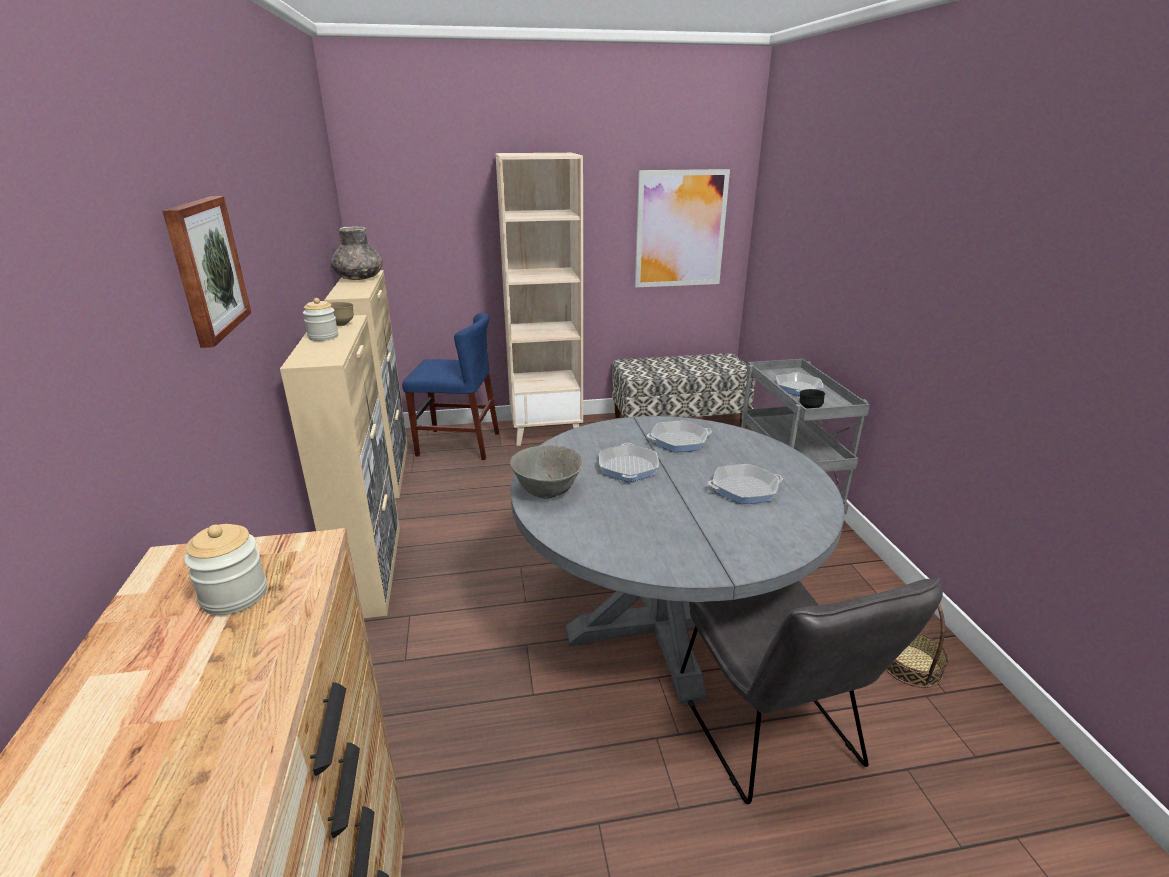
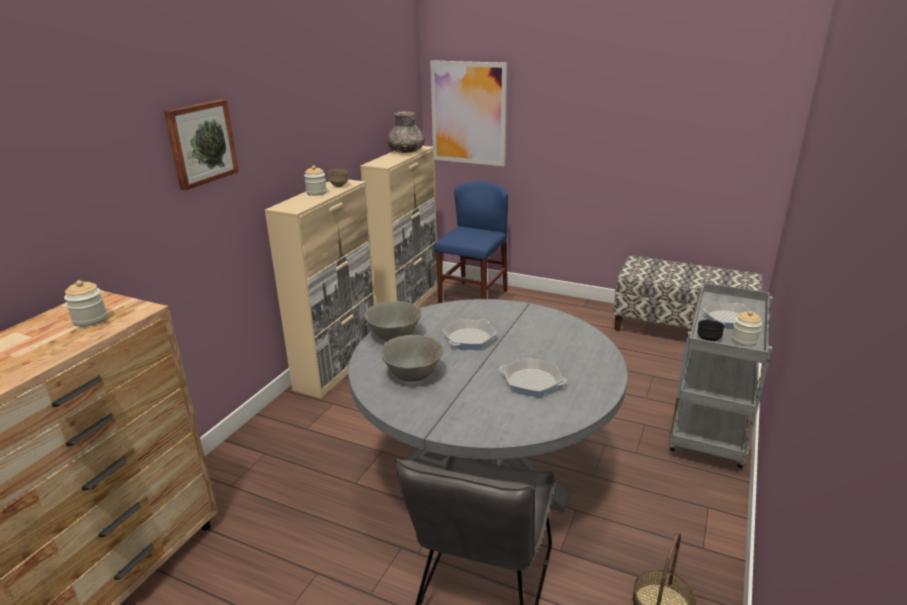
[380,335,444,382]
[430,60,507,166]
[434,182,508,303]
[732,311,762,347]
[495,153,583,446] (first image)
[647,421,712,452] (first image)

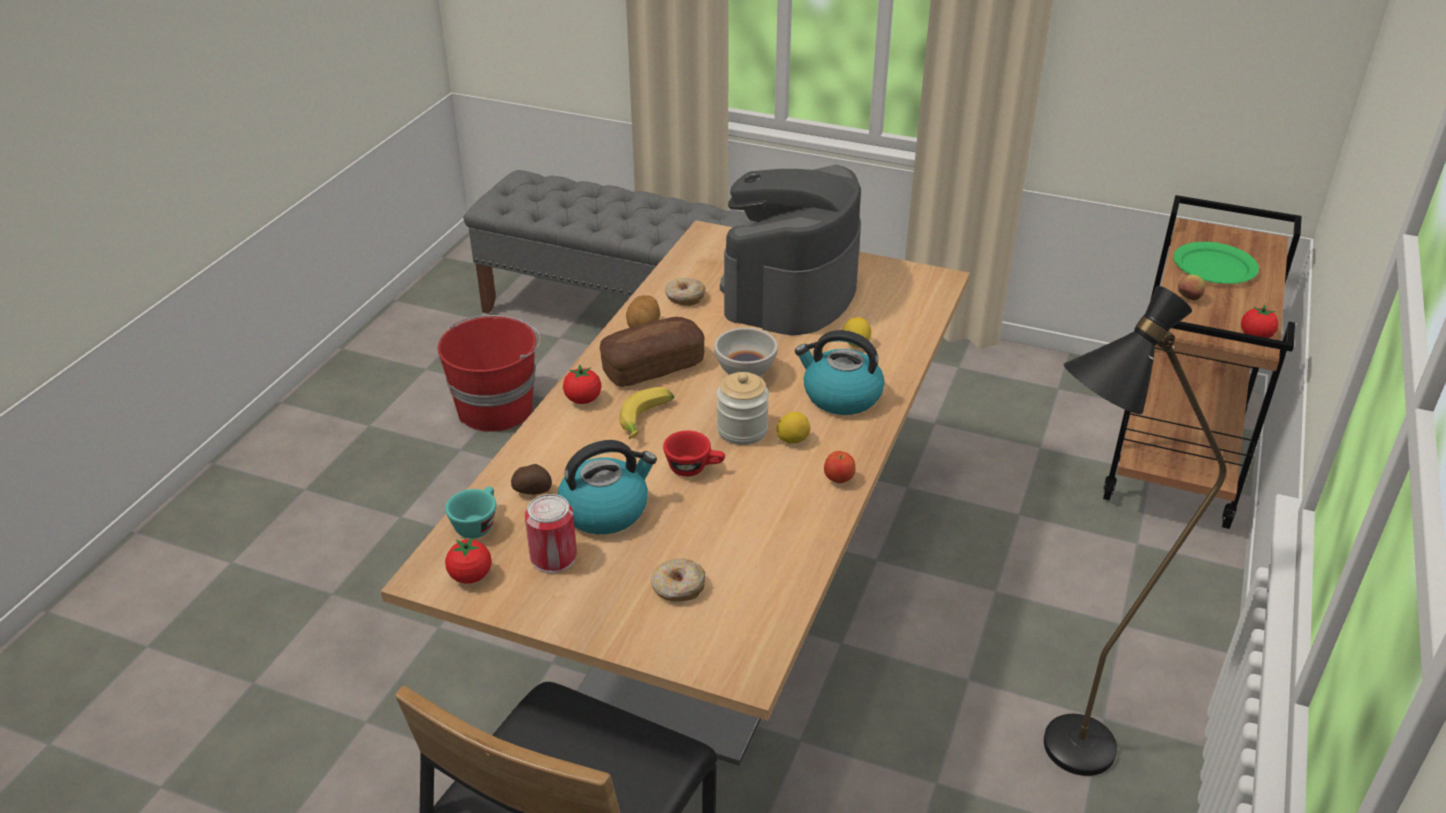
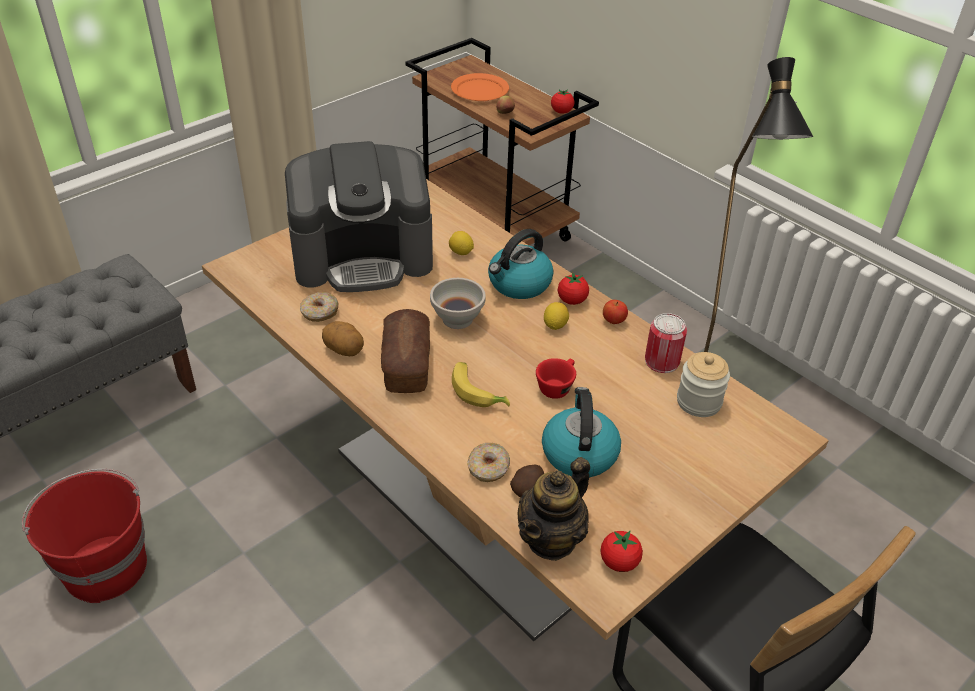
[285,141,433,292]
[451,73,509,101]
[467,443,510,482]
[518,457,590,561]
[558,272,589,305]
[645,313,687,373]
[677,352,730,417]

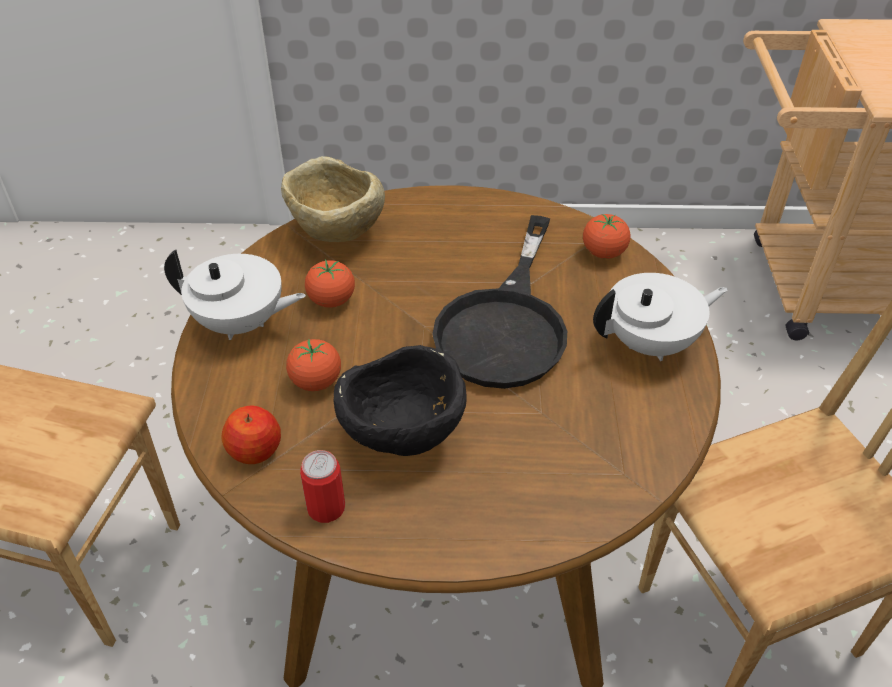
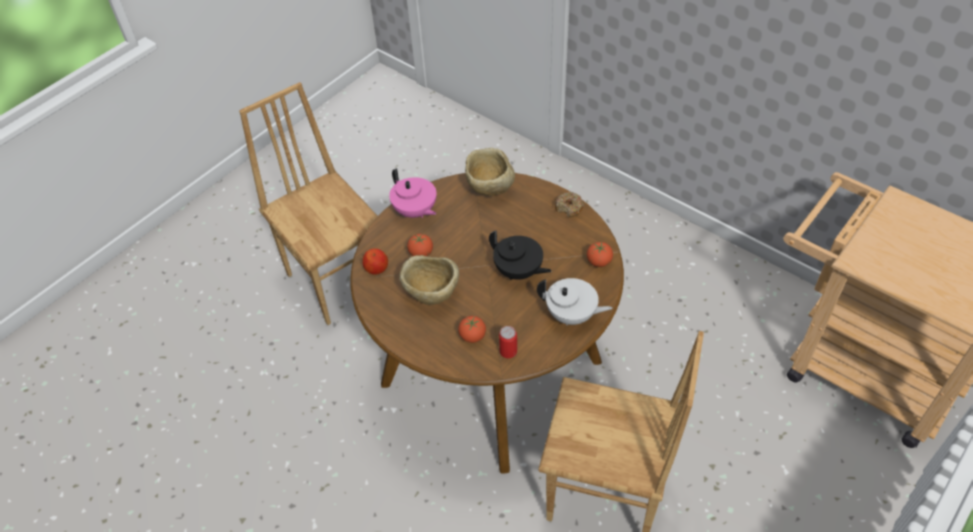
[389,168,436,218]
[399,255,459,305]
[458,316,486,343]
[489,230,552,280]
[499,326,517,358]
[555,192,584,217]

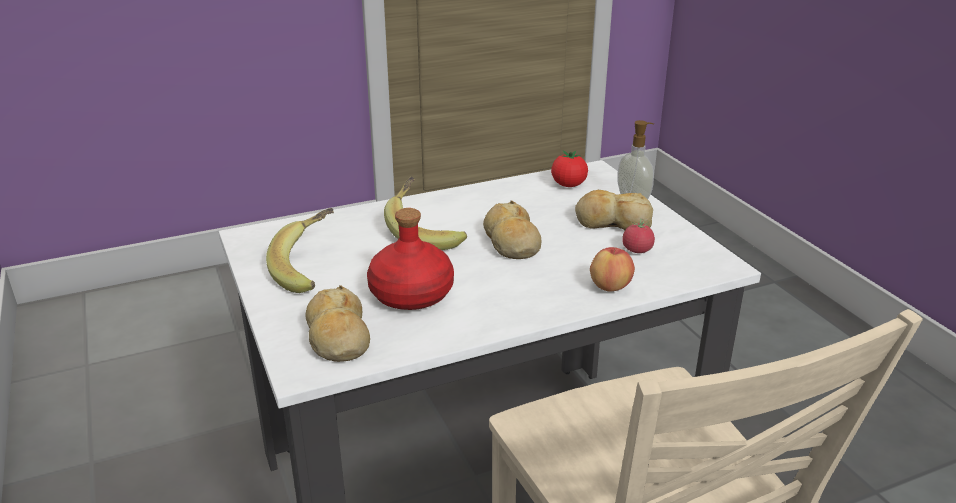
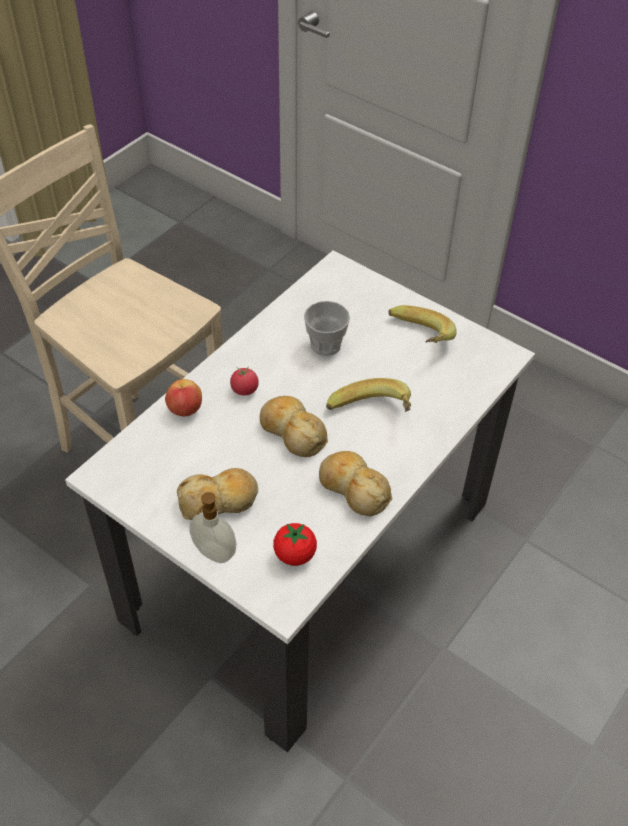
[230,367,259,395]
[304,301,350,356]
[319,451,392,516]

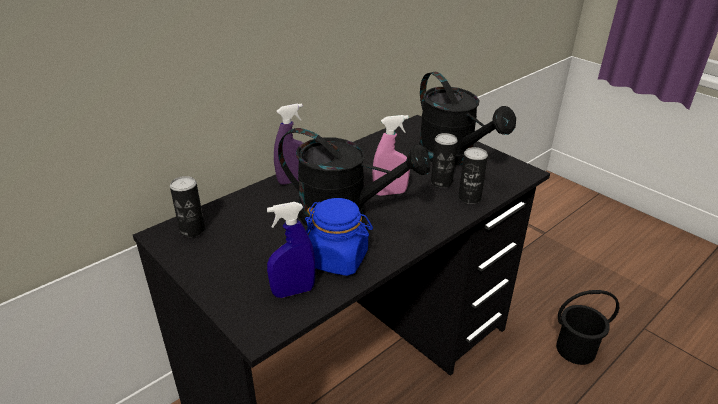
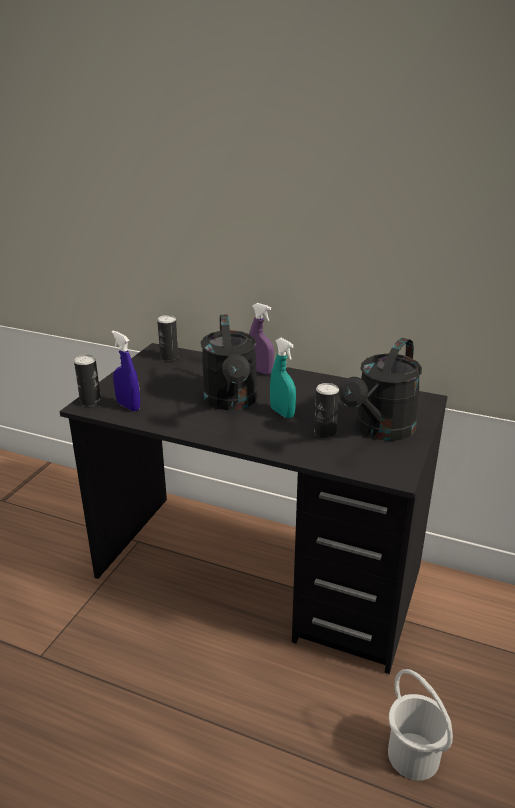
[74,355,101,406]
[270,338,296,418]
[388,669,453,781]
[305,198,373,276] (first image)

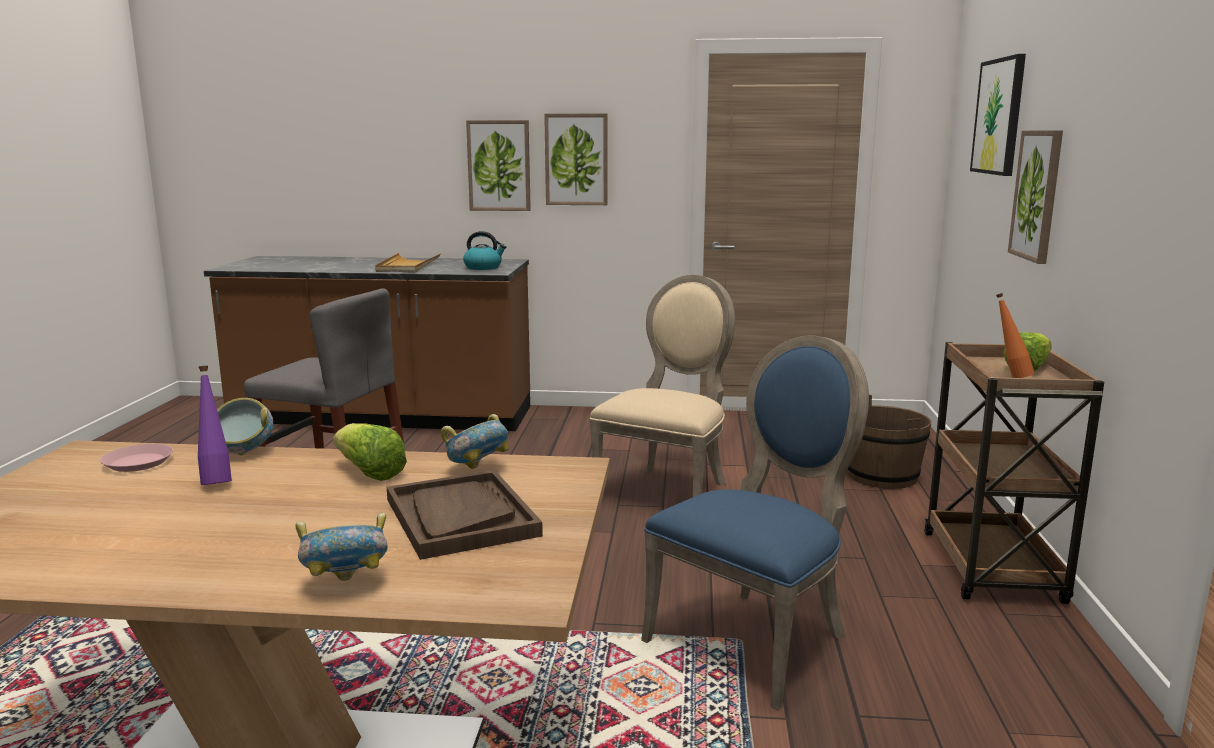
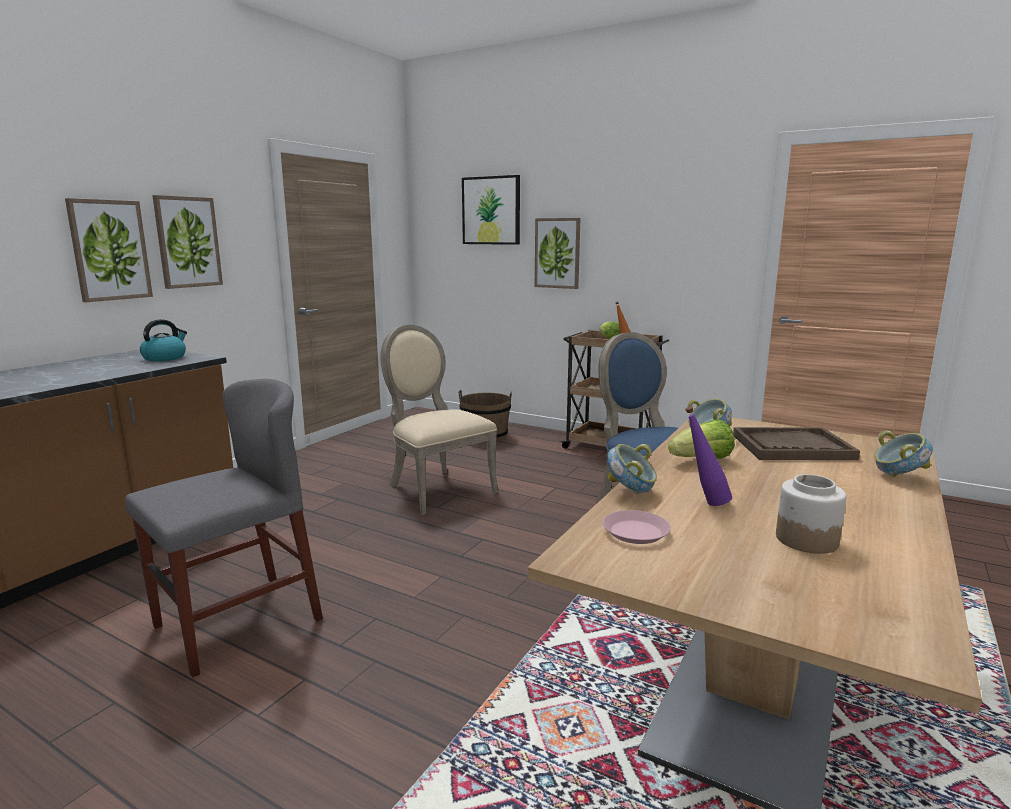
[776,474,846,554]
[375,253,441,272] (first image)

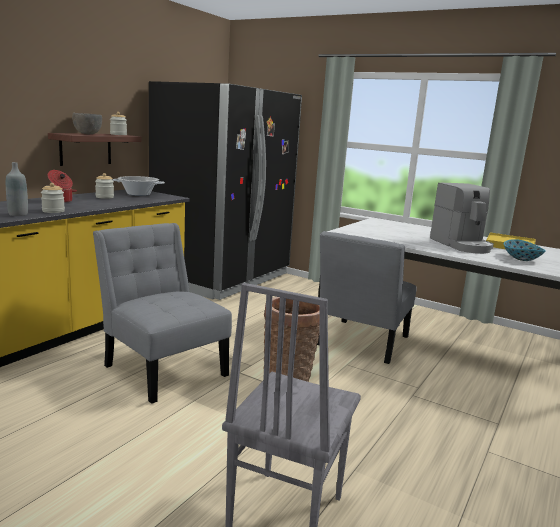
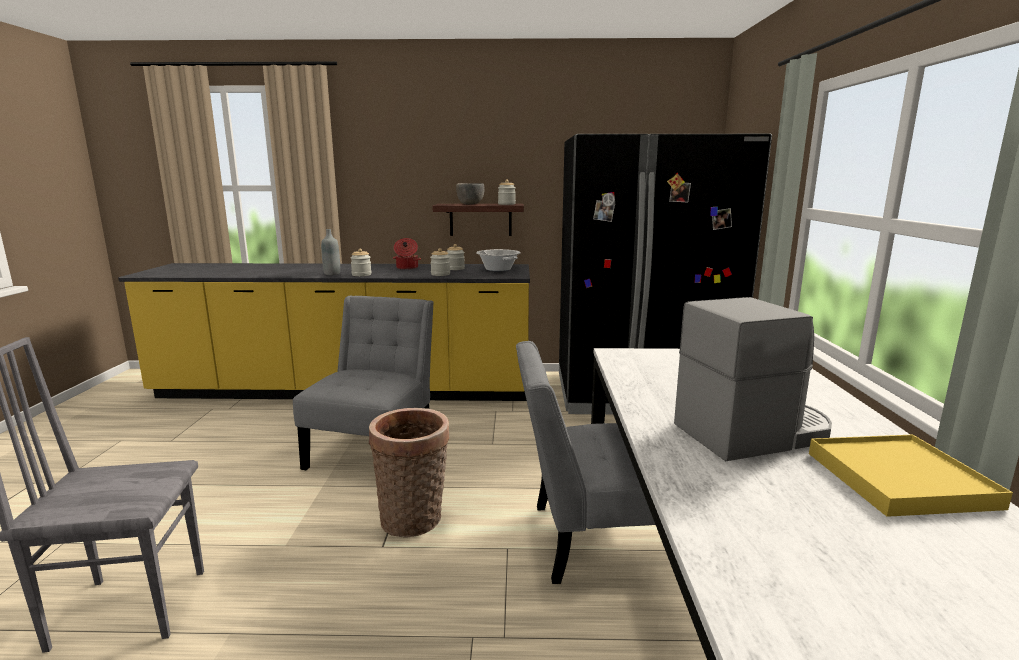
[430,248,450,276]
[674,297,832,461]
[504,239,546,261] (first image)

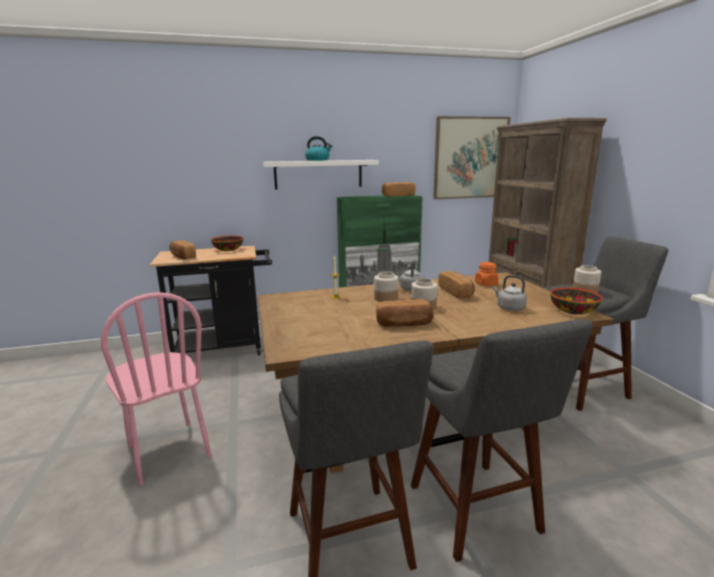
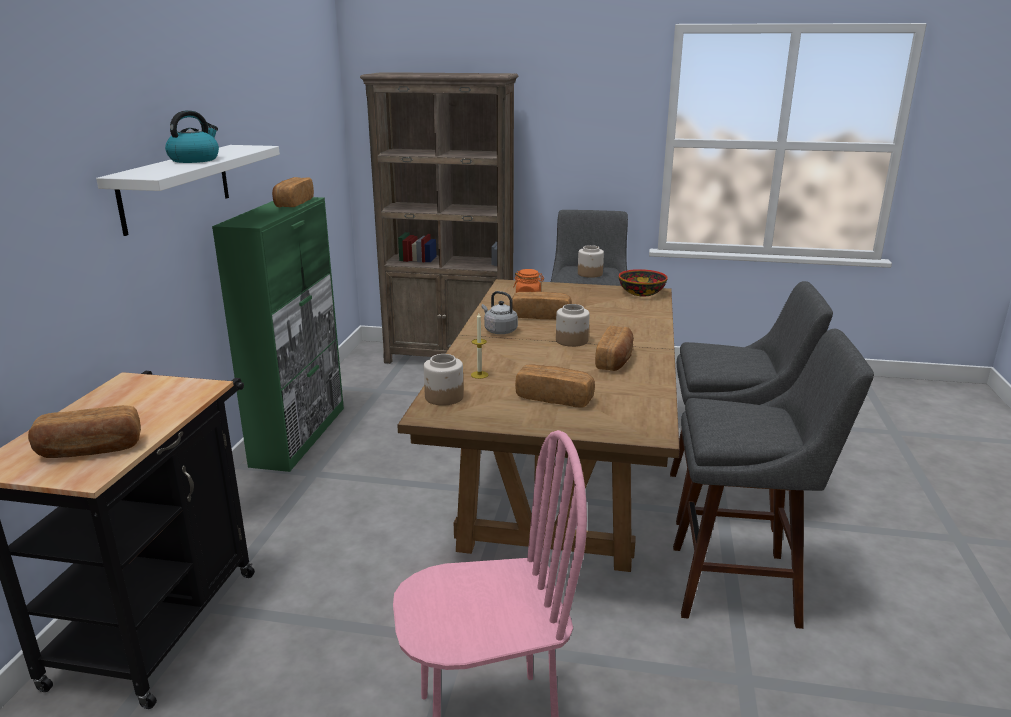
[424,354,464,405]
[515,364,595,407]
[211,236,243,251] (first image)
[433,116,511,199] (first image)
[493,275,527,311] (first image)

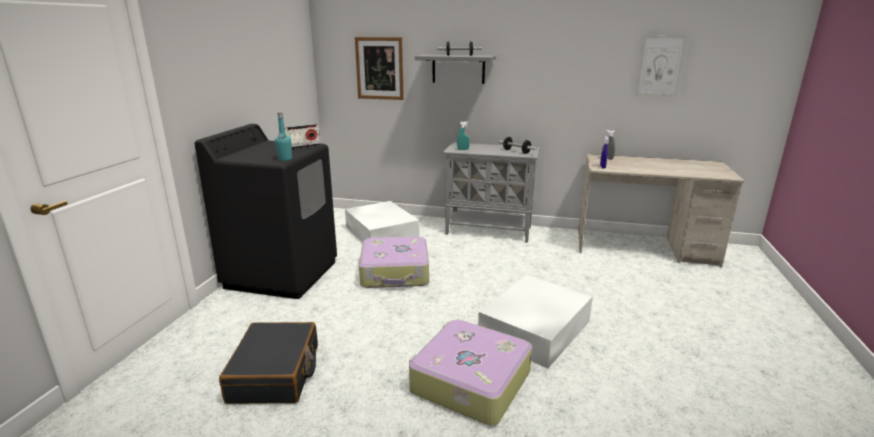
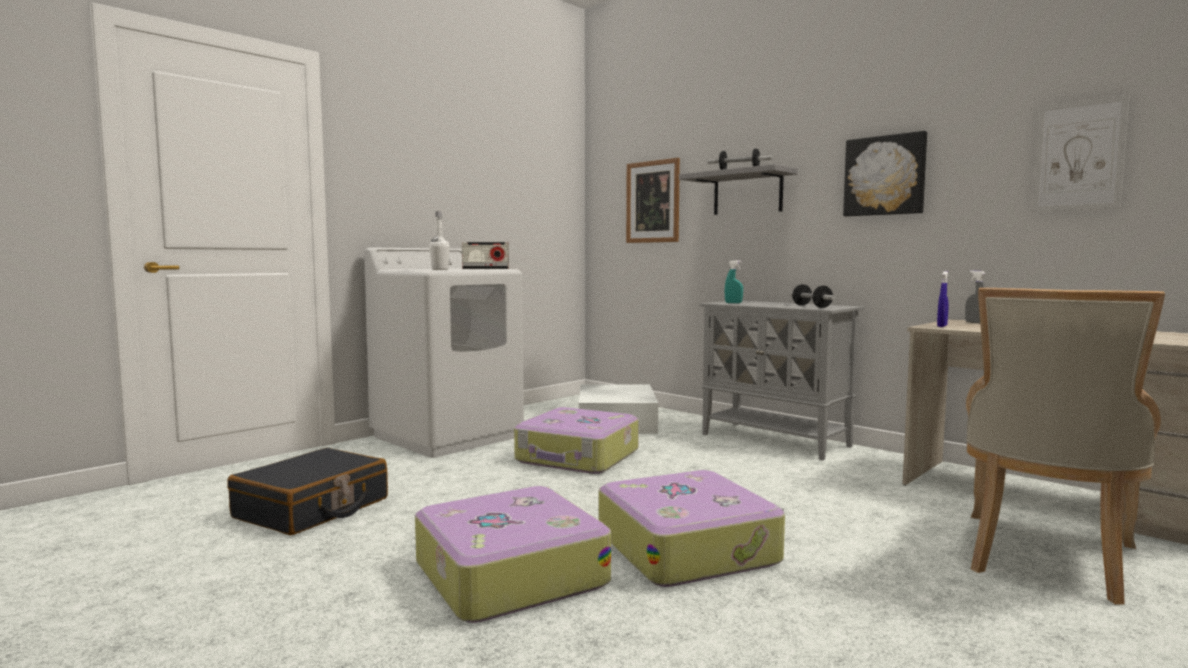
[364,248,524,458]
[429,212,450,270]
[599,470,785,587]
[843,131,927,216]
[966,288,1165,605]

